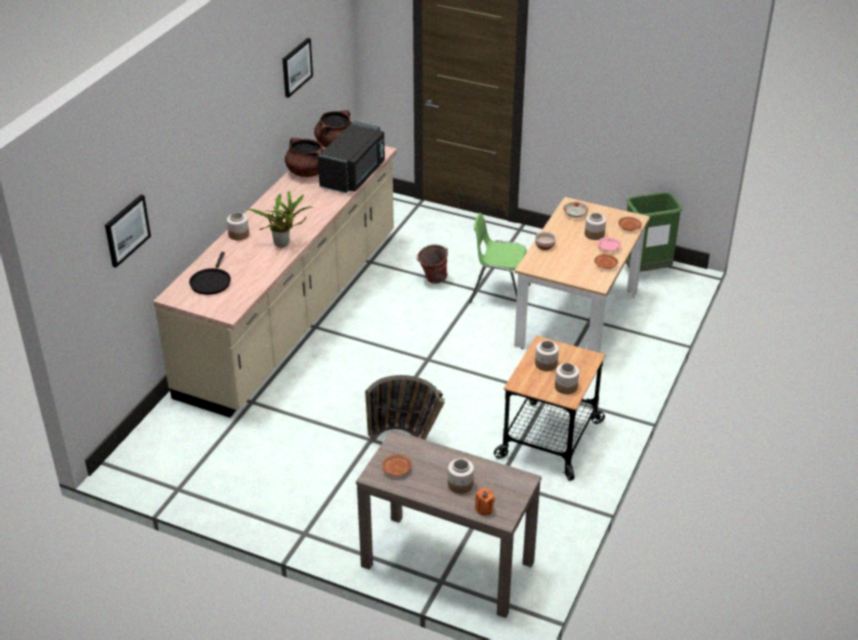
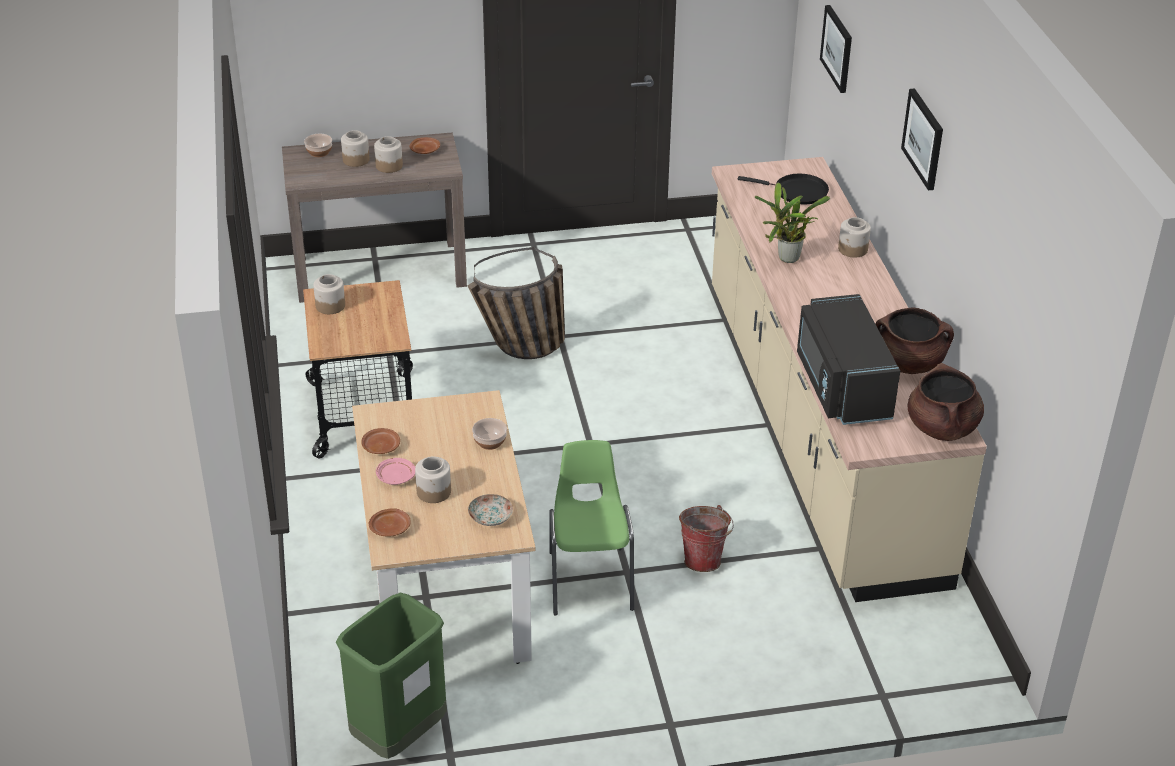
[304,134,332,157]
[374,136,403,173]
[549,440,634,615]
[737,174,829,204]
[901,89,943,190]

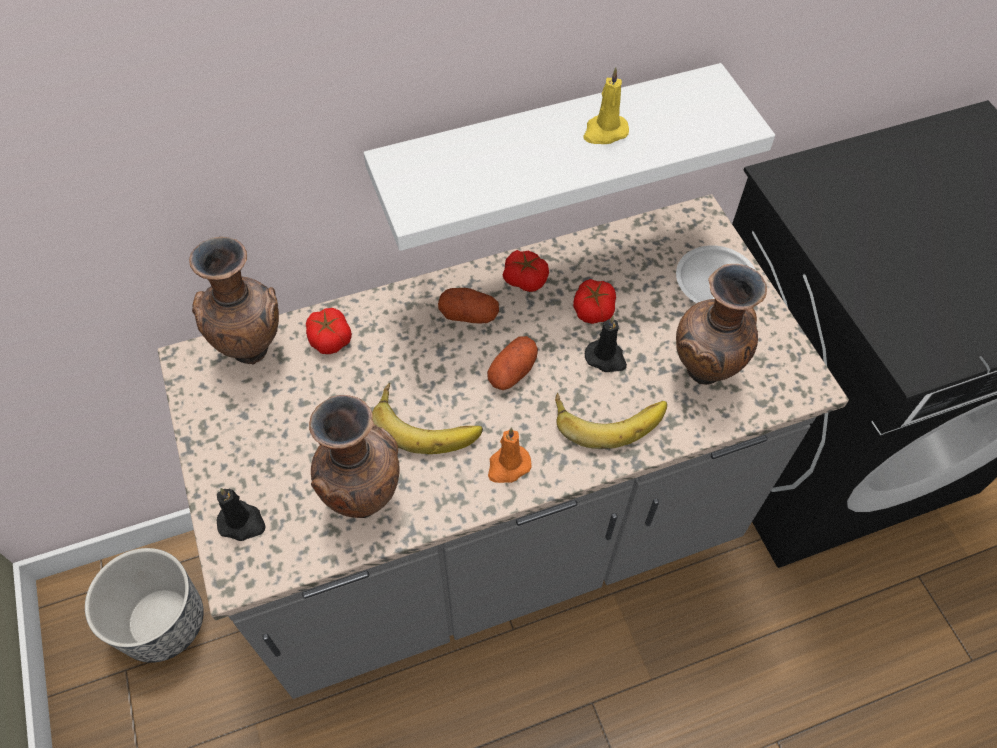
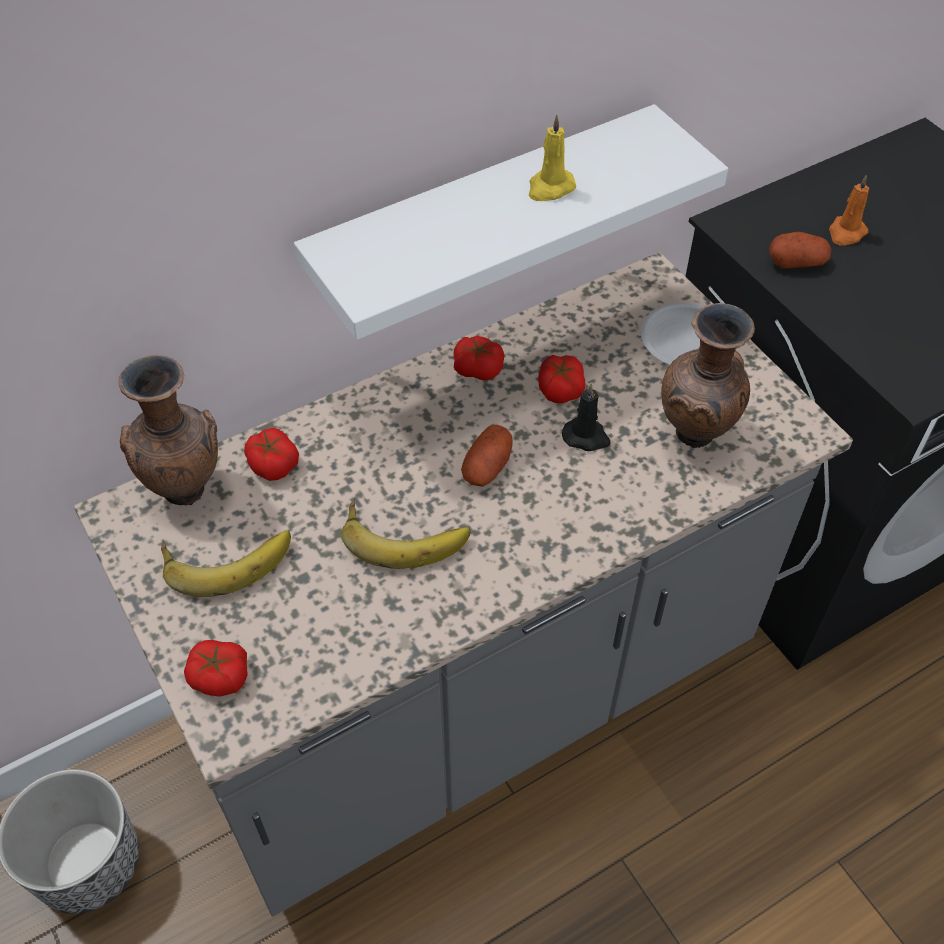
[161,530,291,597]
[184,640,248,697]
[769,232,832,269]
[829,175,869,246]
[309,395,399,518] (first image)

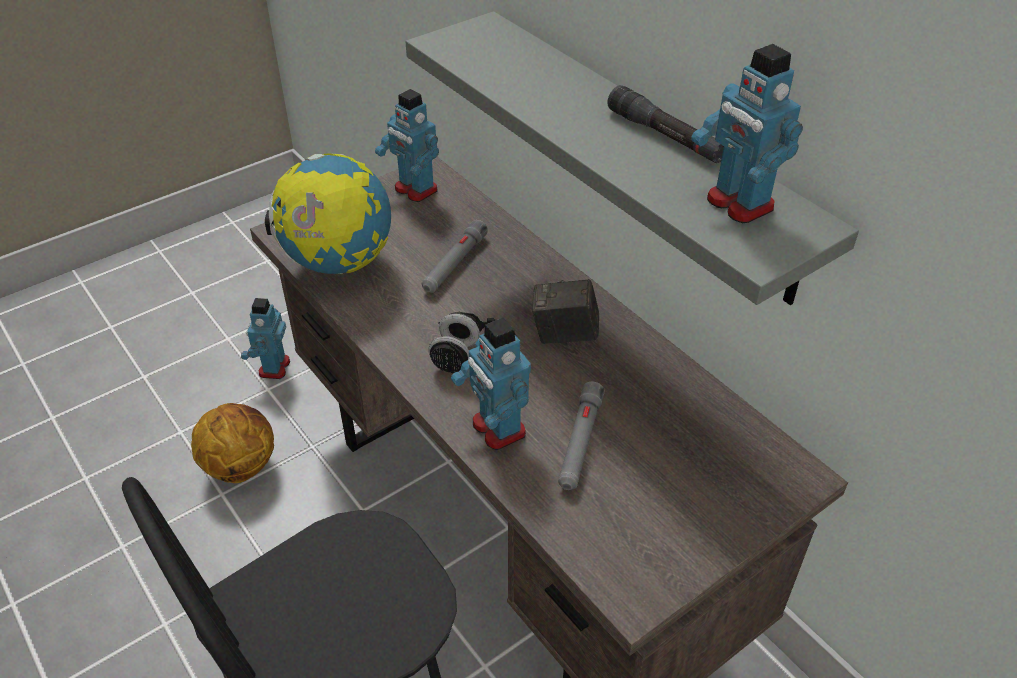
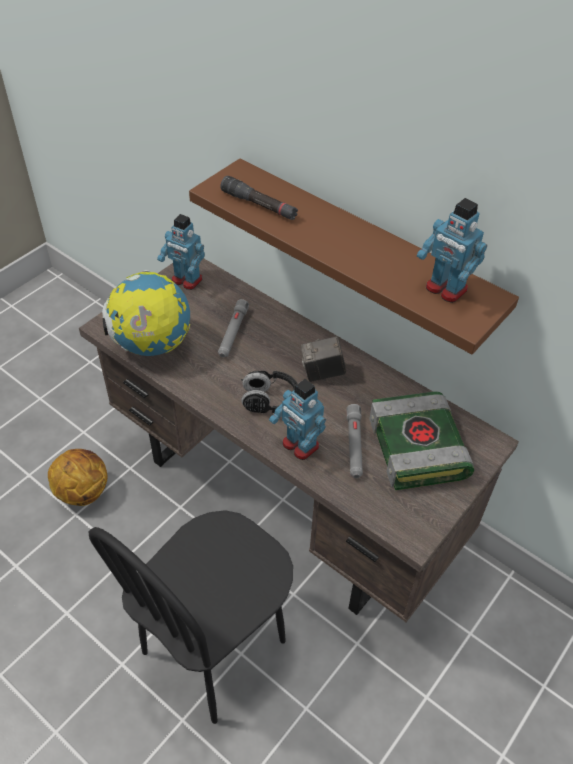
[189,159,519,354]
[220,176,298,220]
[369,392,474,490]
[241,298,290,379] (first image)

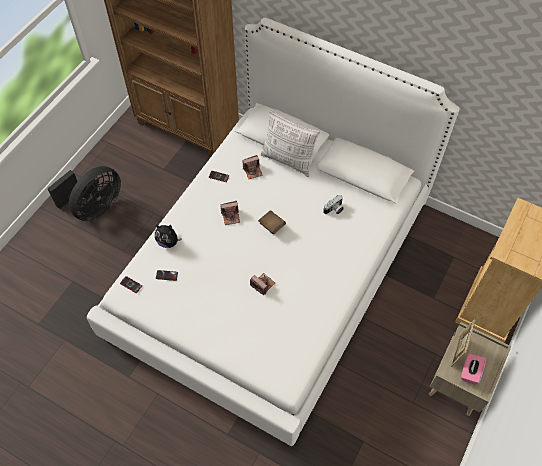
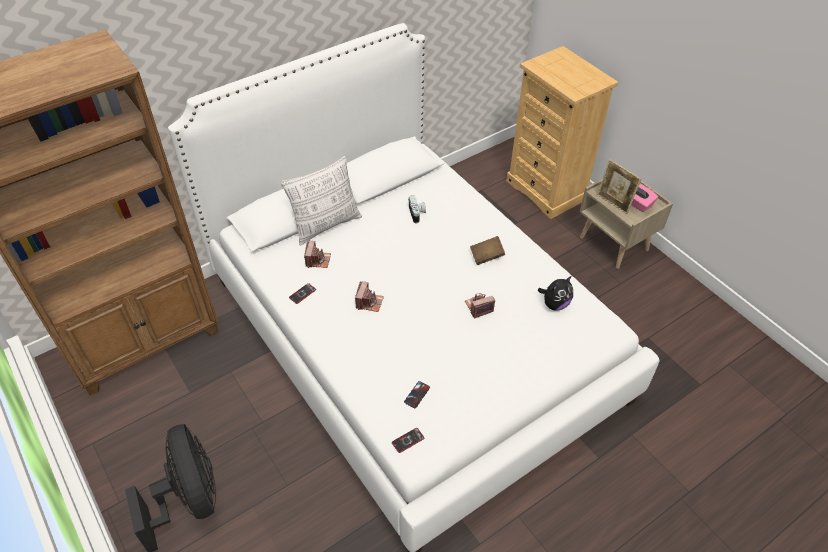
[470,236,505,265]
[538,276,573,311]

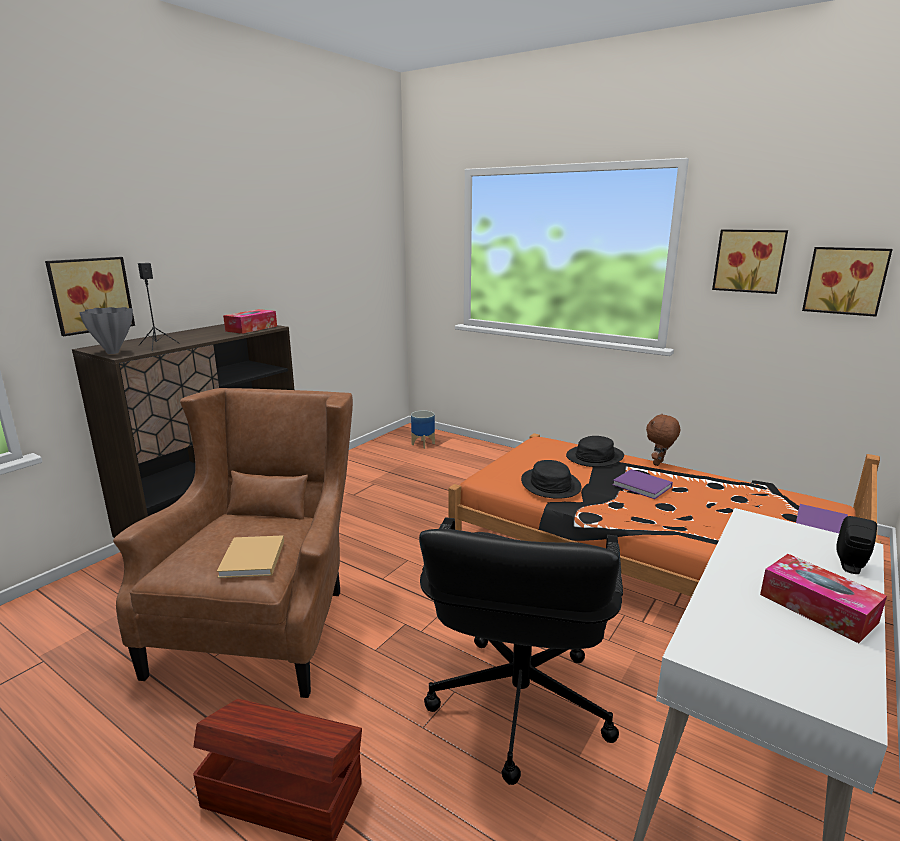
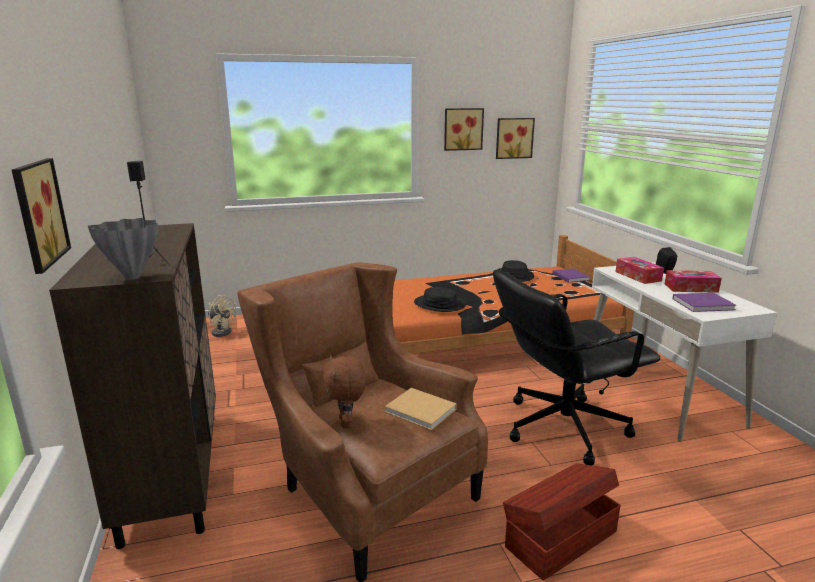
[208,295,236,337]
[322,355,366,429]
[493,270,661,465]
[497,260,534,282]
[616,257,664,284]
[672,293,737,312]

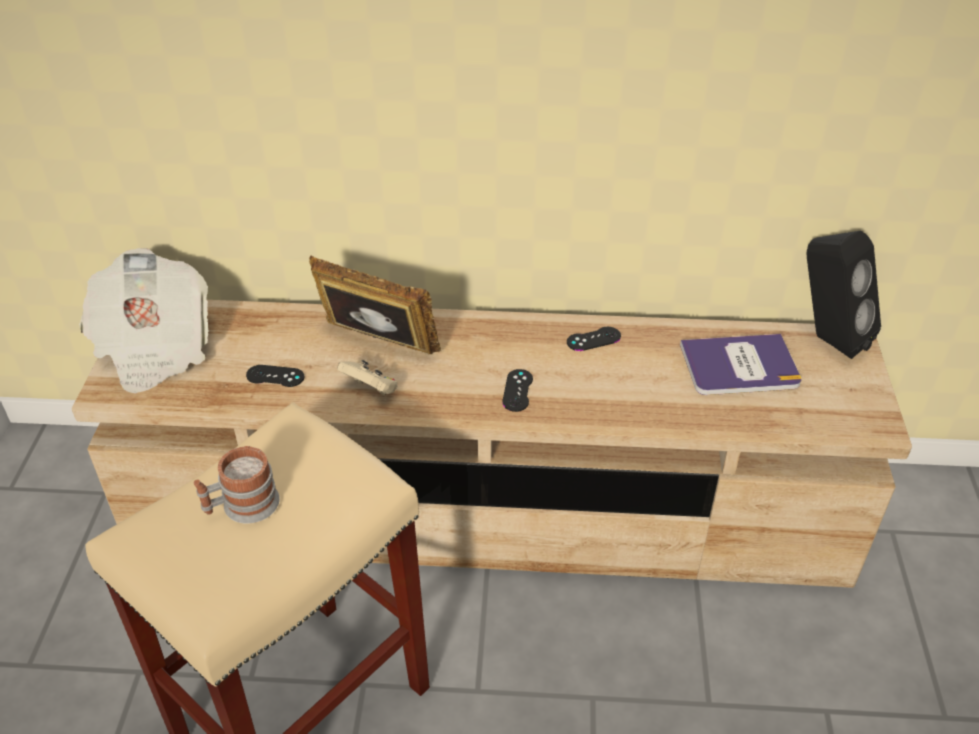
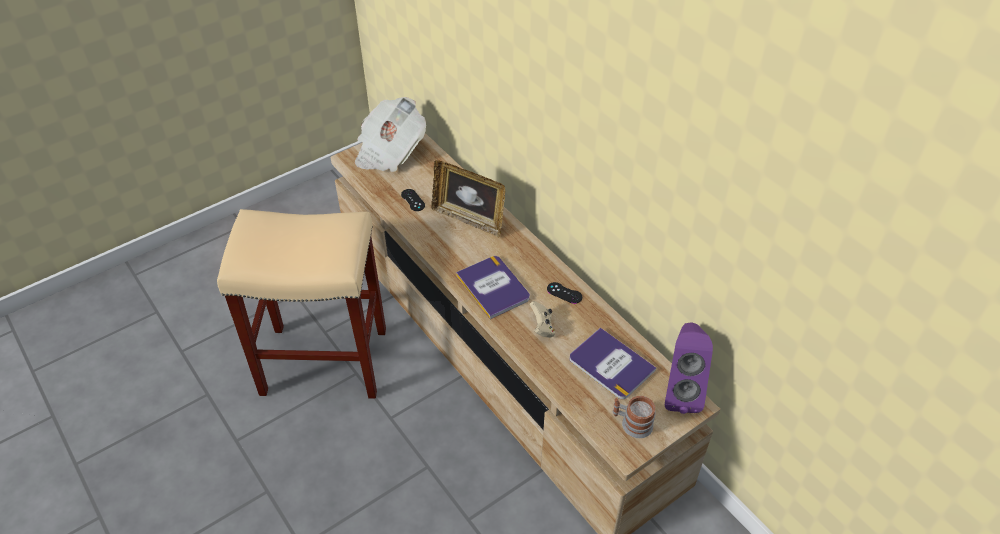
[431,160,505,238]
[456,256,530,319]
[530,301,555,338]
[613,396,656,438]
[665,322,713,414]

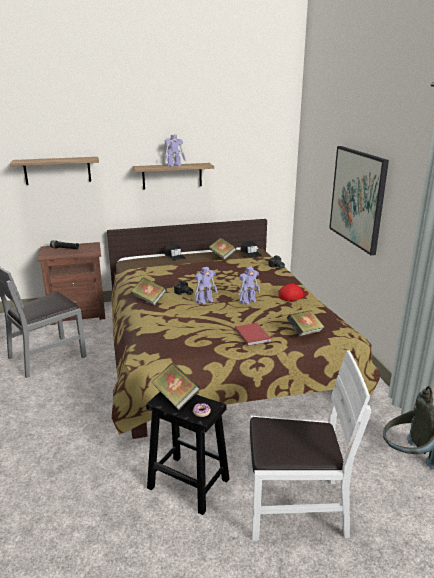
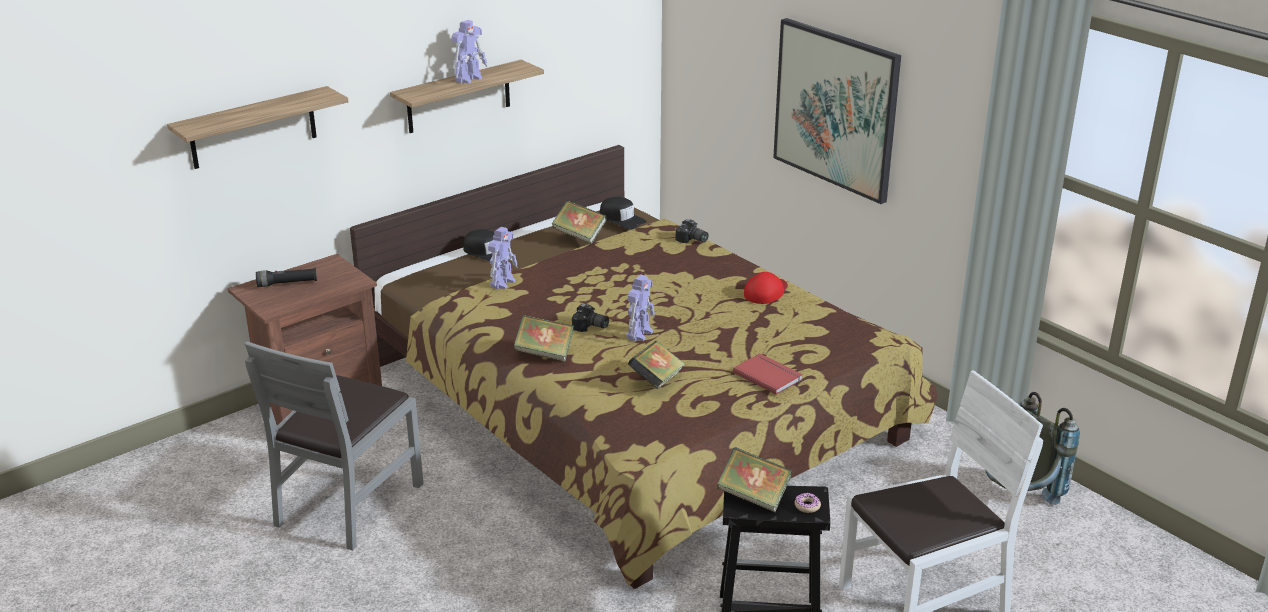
[488,227,517,289]
[628,341,685,389]

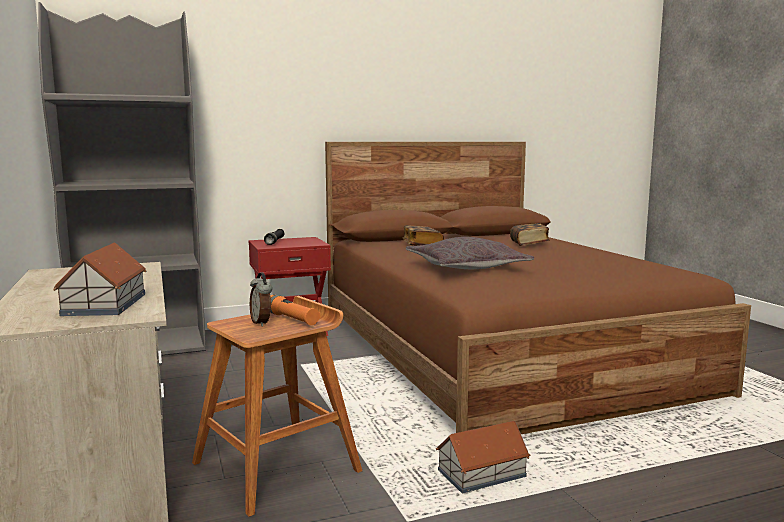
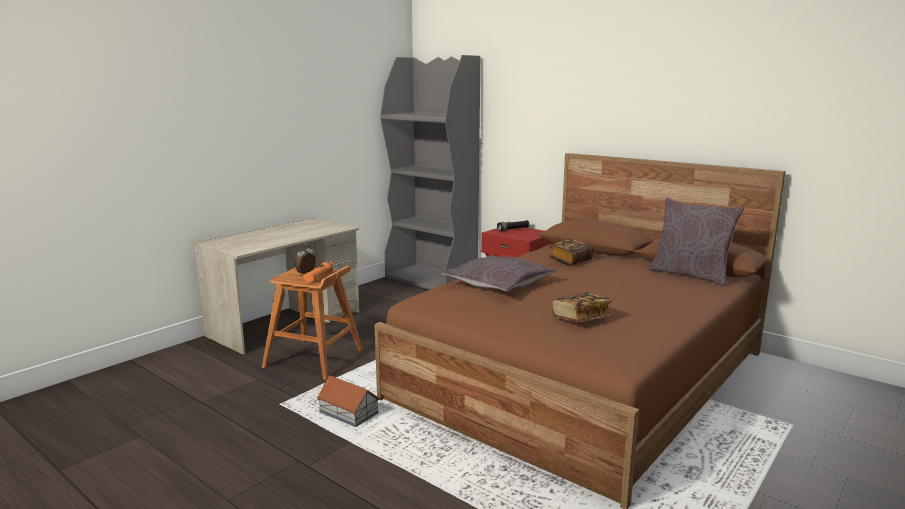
[552,292,612,322]
[648,197,745,286]
[53,242,146,316] (first image)

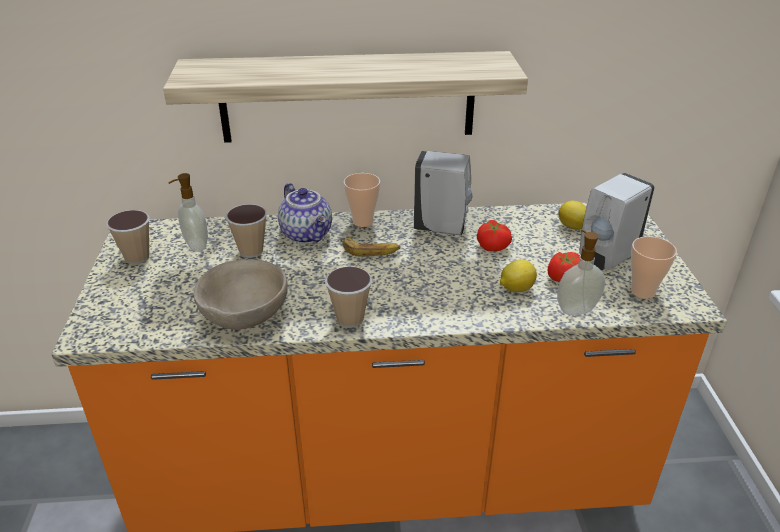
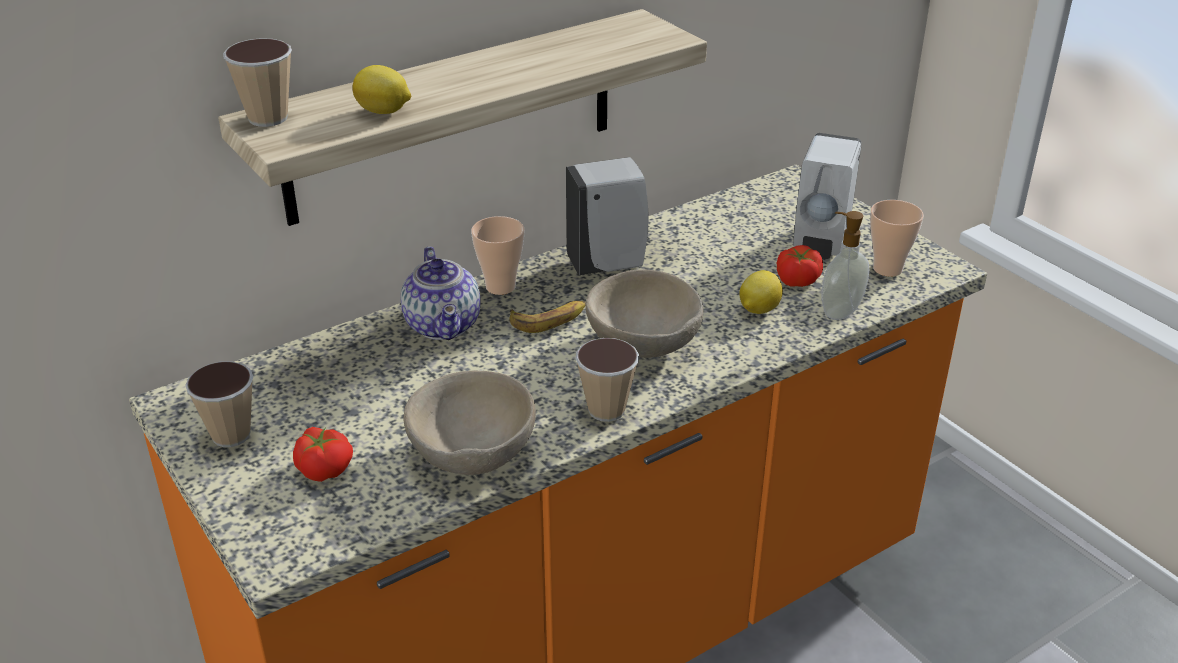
[223,38,292,127]
[293,427,353,482]
[353,65,411,114]
[401,246,481,340]
[585,270,703,358]
[168,173,208,252] (first image)

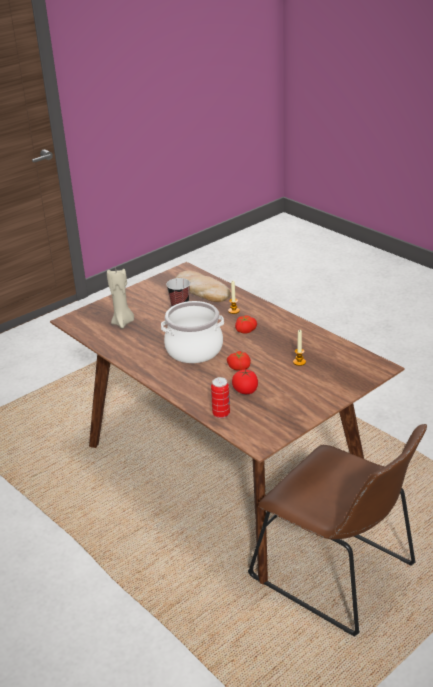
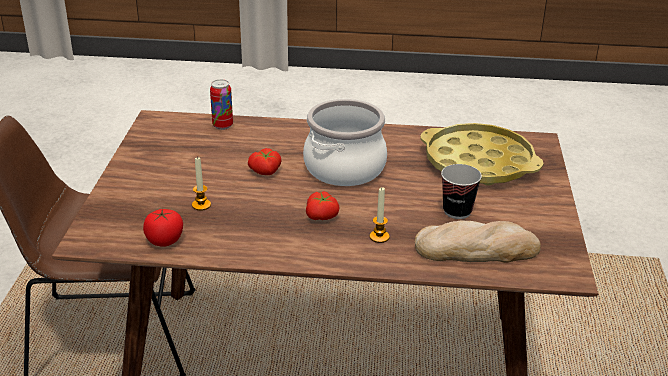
[143,209,183,247]
[420,123,544,186]

